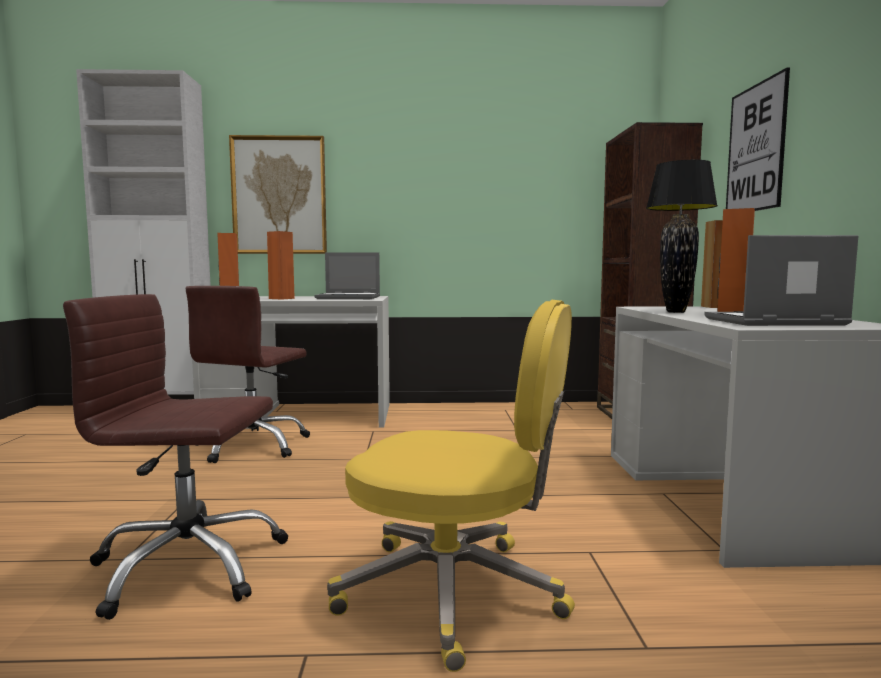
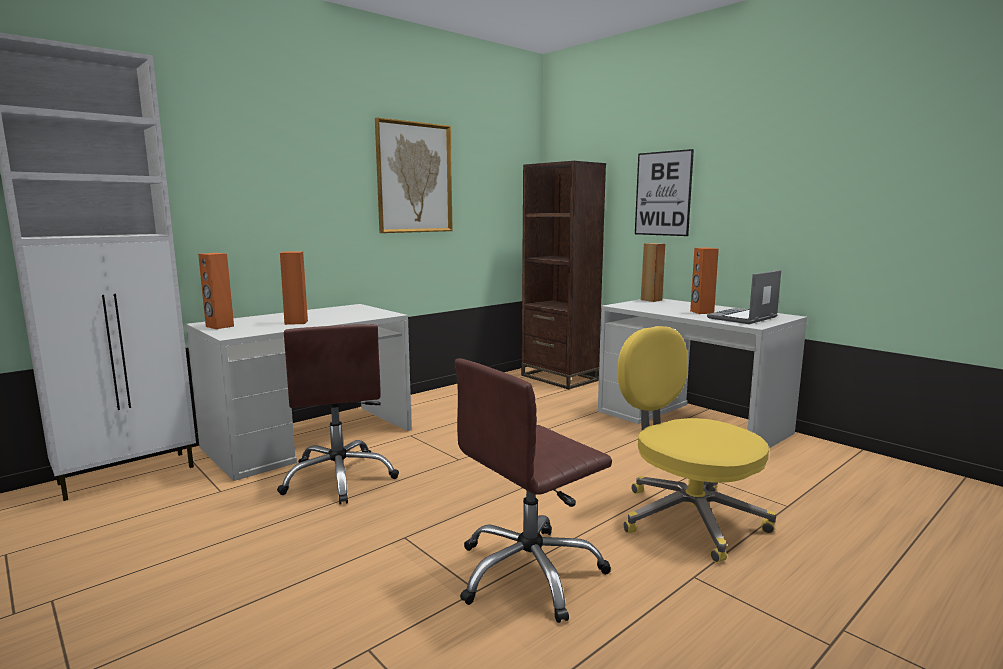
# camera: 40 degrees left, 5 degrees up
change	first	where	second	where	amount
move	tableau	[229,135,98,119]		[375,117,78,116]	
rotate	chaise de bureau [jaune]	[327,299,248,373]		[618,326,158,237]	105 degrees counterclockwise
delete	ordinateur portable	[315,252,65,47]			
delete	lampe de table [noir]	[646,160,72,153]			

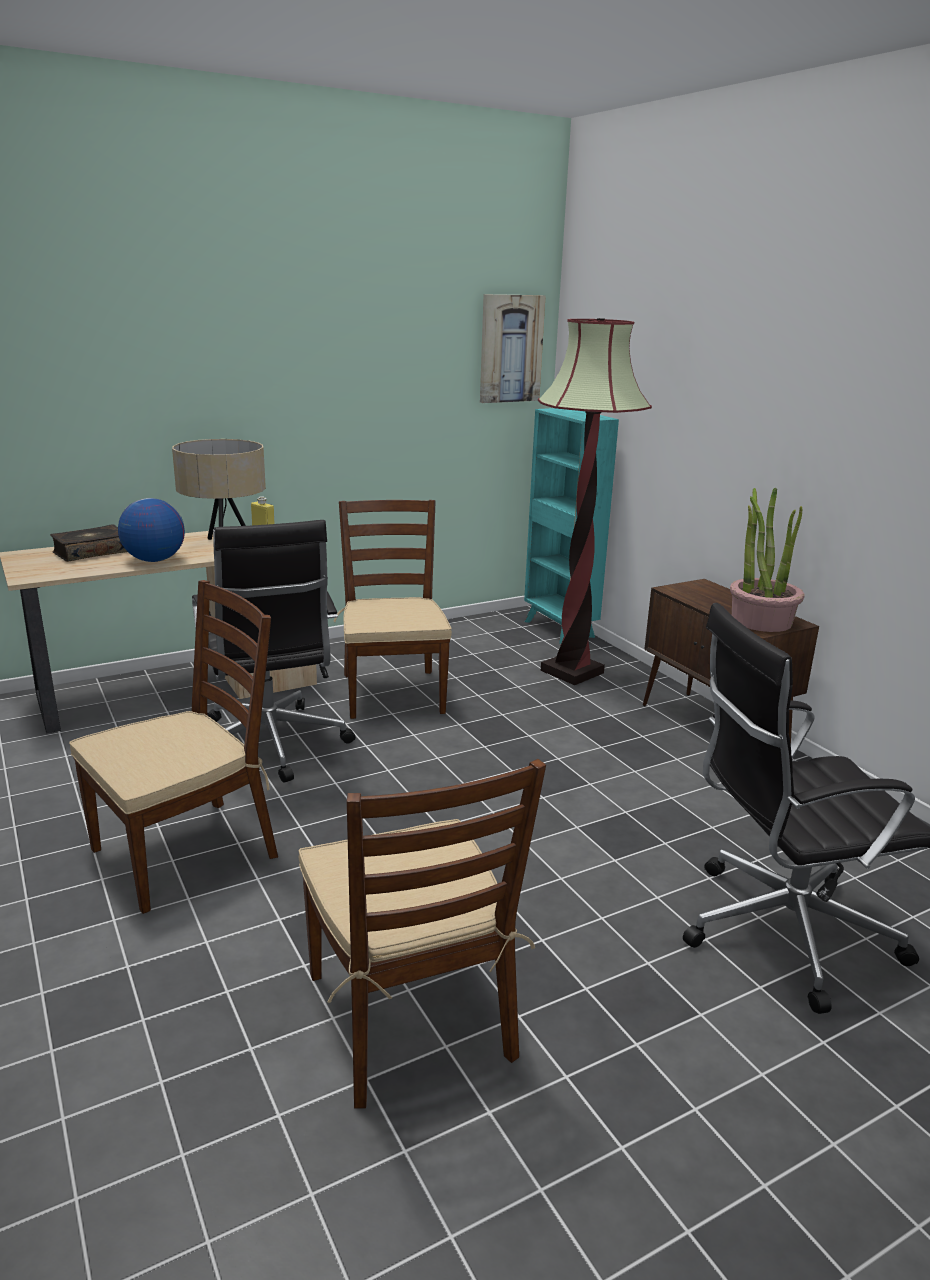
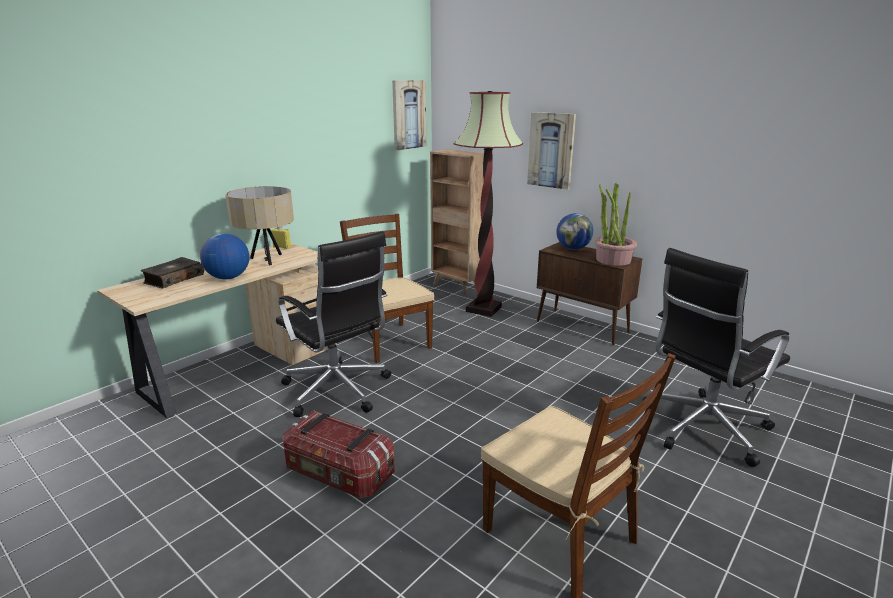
# camera: 20 degrees left, 0 degrees up
change	first	where	second	where	amount
replace	chaise [marron]	[69,580,209,334]	boîte de rangement	[283,410,112,88]	
recolor	bibliothèque [turquoise]	[524,408,95,236]	bibliothèque [marron]	[430,149,54,145]	
insert			tableau	[527,112,49,78]	
insert			globe	[556,213,37,37]	

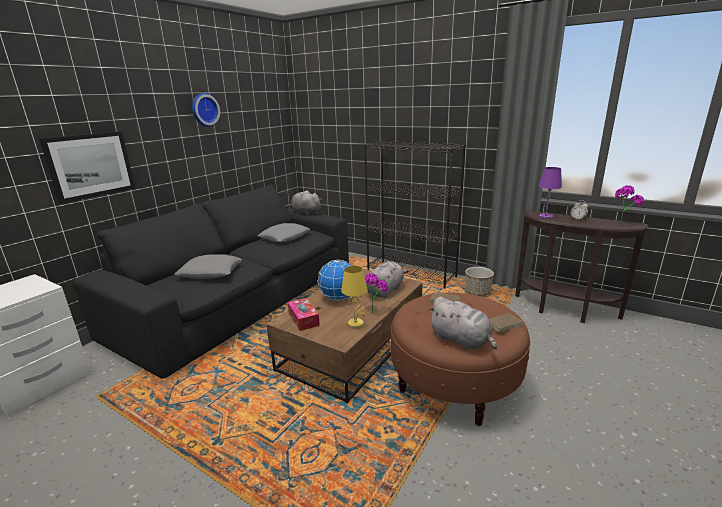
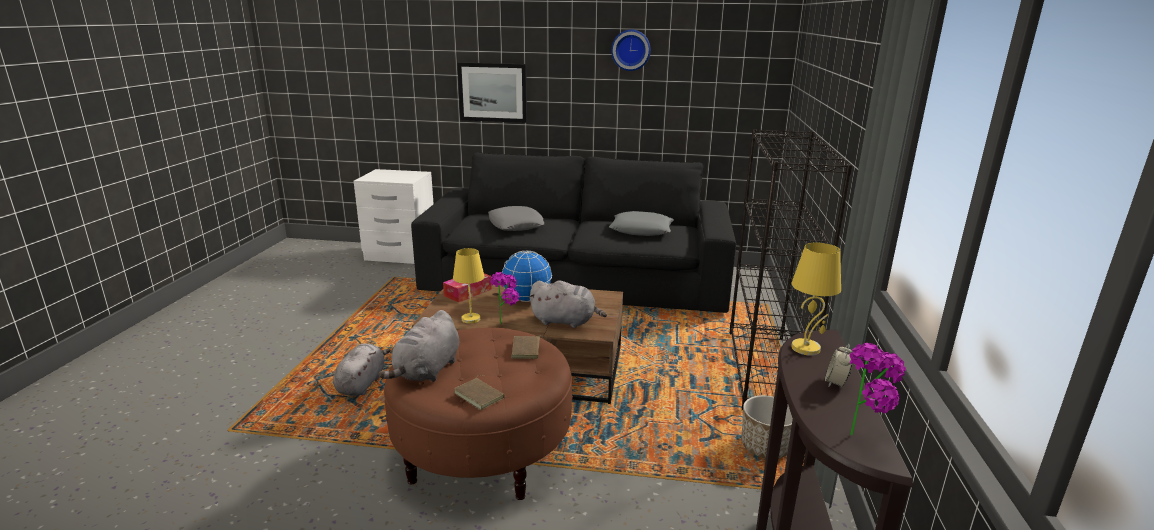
# camera: 65 degrees right, 0 degrees up
change	first	where	second	where	amount
move	peluche [gris]	[291,190,31,25]		[333,343,58,53]	
recolor	lampe de table [violet]	[539,167,23,52]	lampe de table [jaune]	[791,243,50,113]	

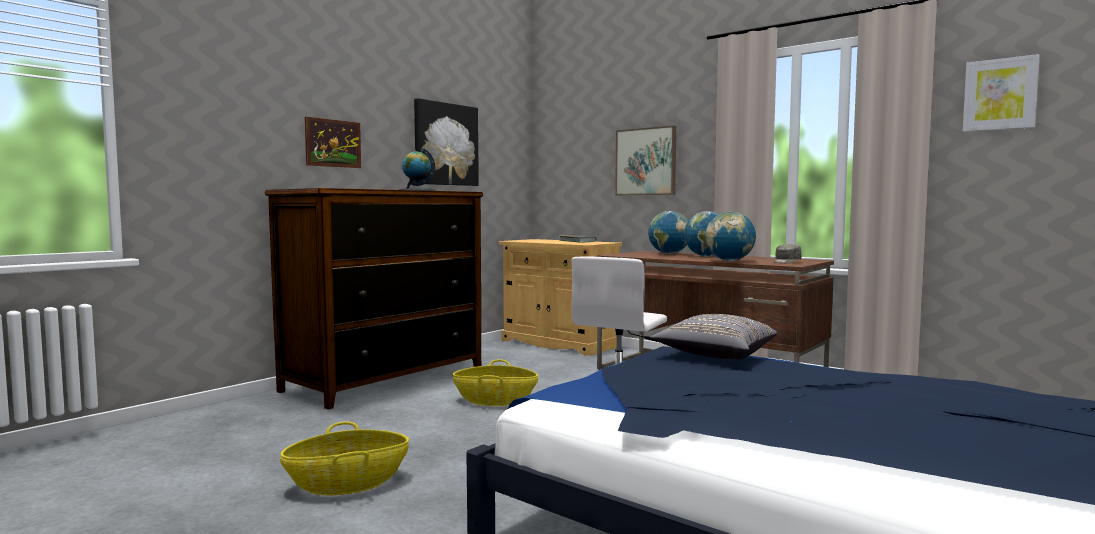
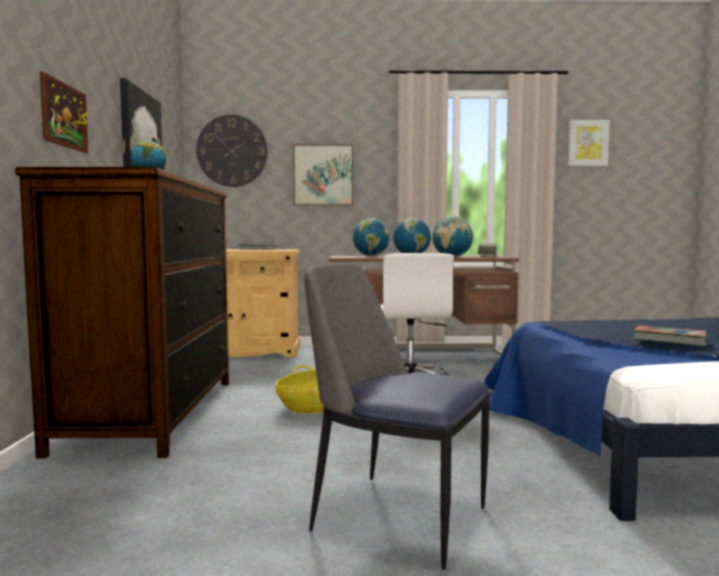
# camera: 40 degrees left, 0 degrees up
change	first	where	second	where	amount
insert			horloge murale	[196,115,72,72]	
replace	panier	[280,421,129,74]	chaise	[304,262,186,308]	
insert			livre	[634,325,72,22]	
delete	coussin [gris]	[650,314,127,46]			

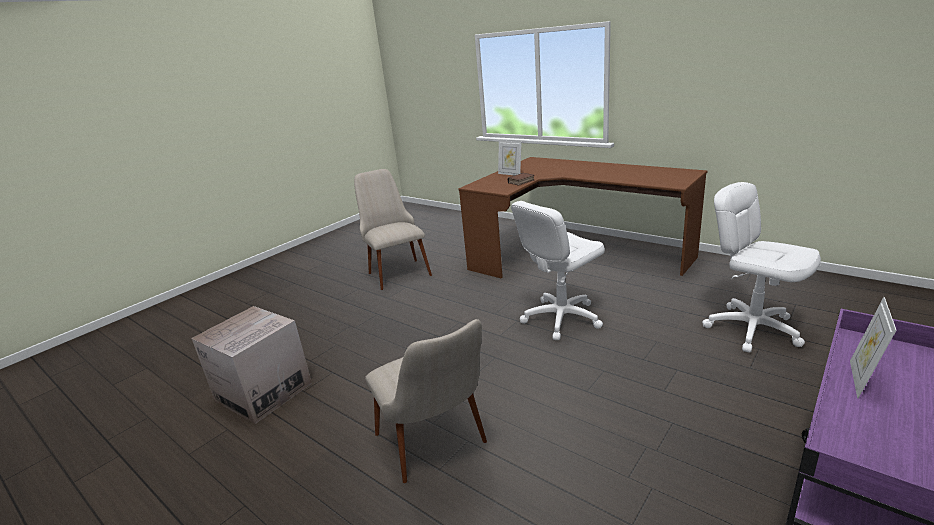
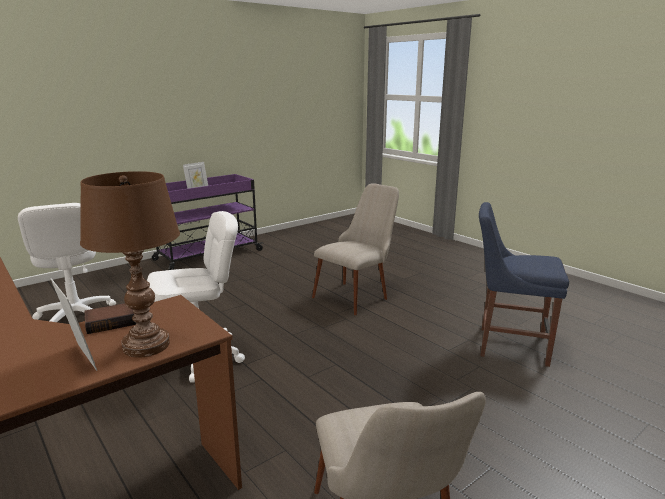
# camera: 170 degrees left, 5 degrees down
change	first	where	second	where	amount
insert			lampe de table [marron]	[80,171,100,187]	
rotate	chaise [beige]	[365,319,122,164]		[312,184,87,131]	60 degrees clockwise
replace	carton	[191,306,121,118]	chaise [bleu]	[479,202,90,165]	

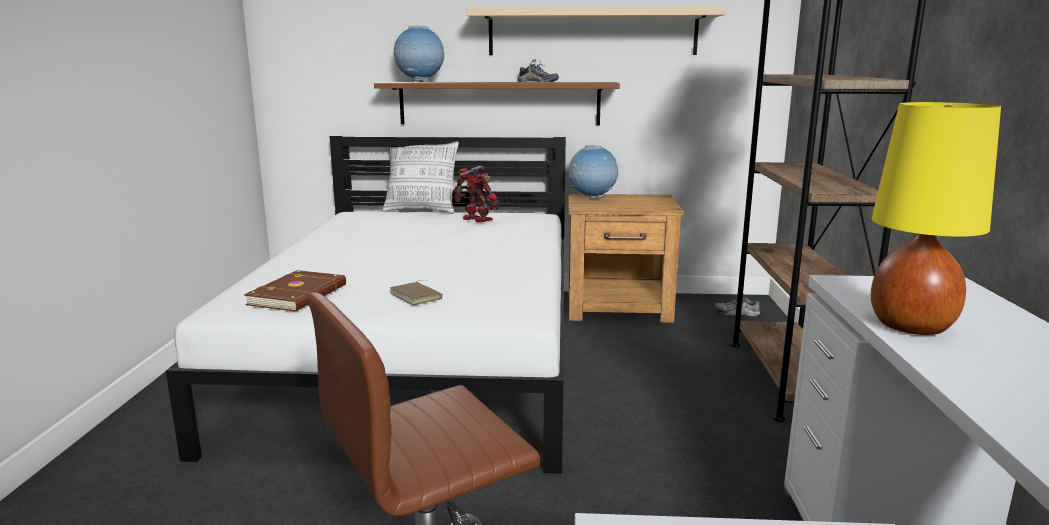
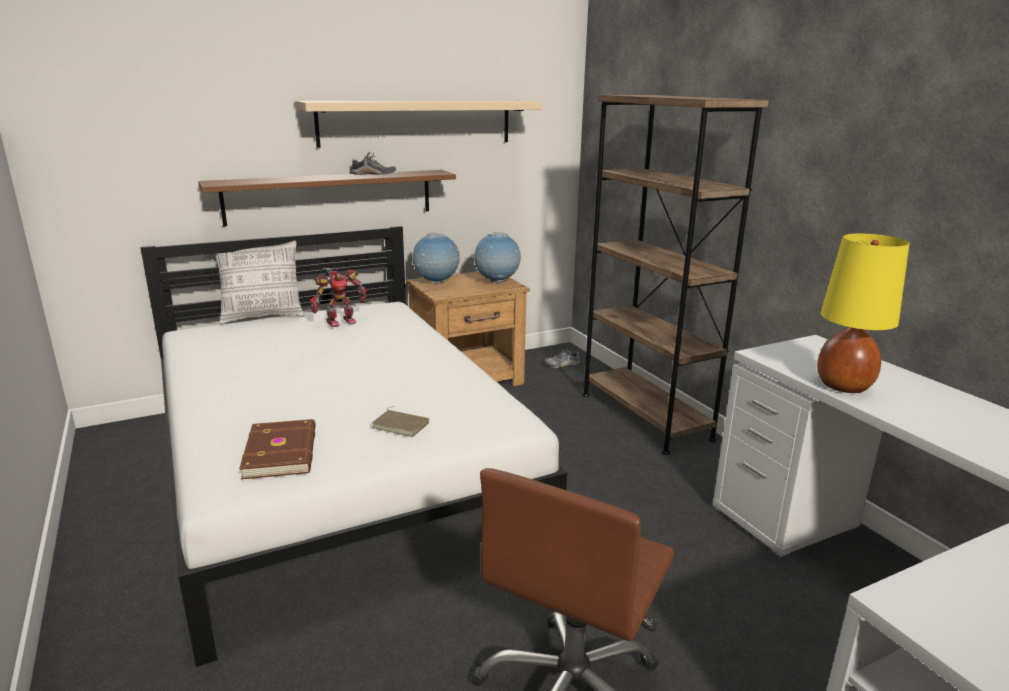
# camera: 30 degrees left, 5 degrees up
change	first	where	second	where	amount
rotate	robot jouet	[453,166,47,57]		[309,268,58,59]	135 degrees clockwise
move	globe	[394,26,50,56]		[473,232,48,51]	

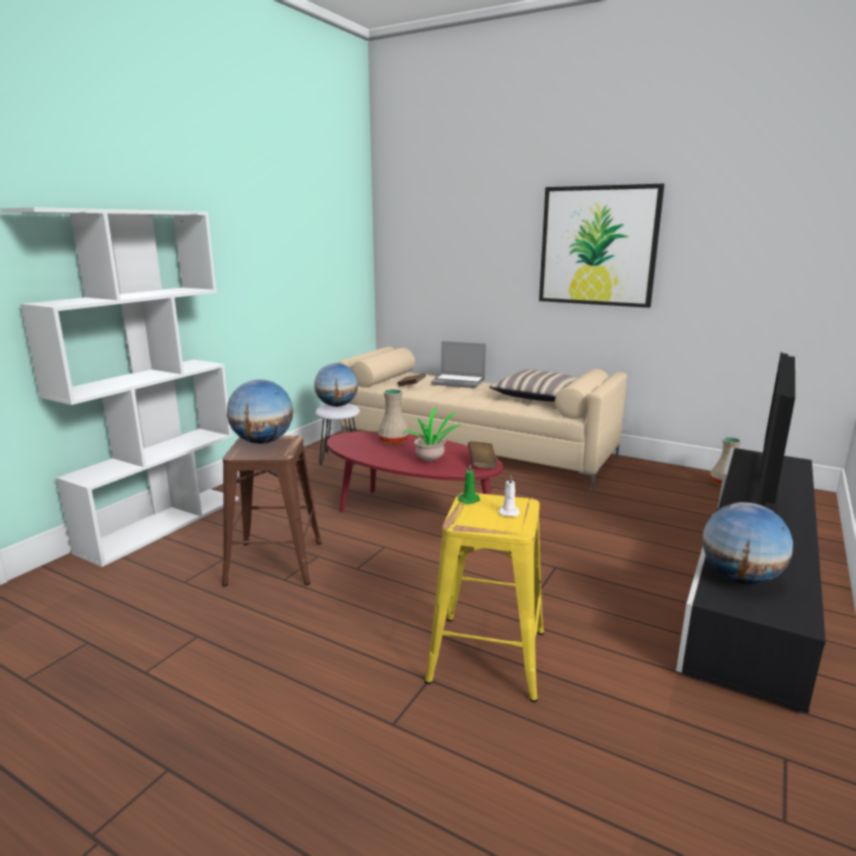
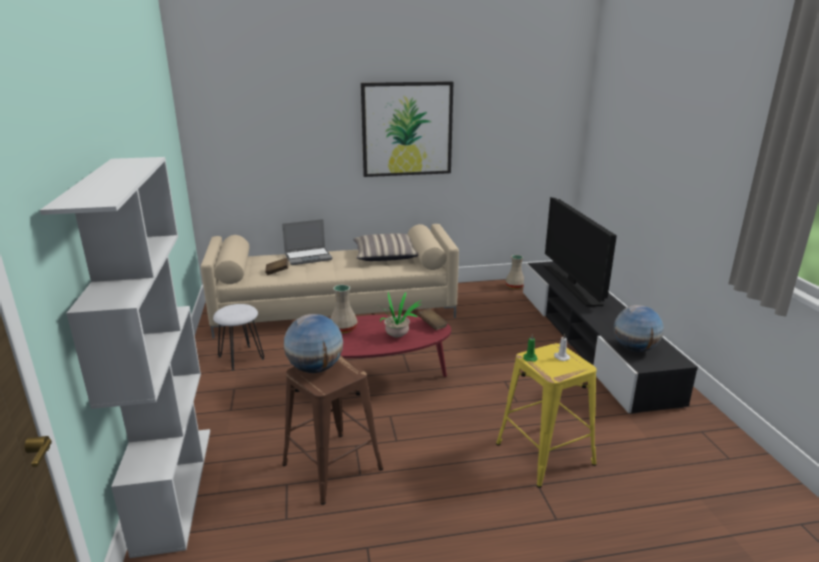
# camera: 40 degrees left, 5 degrees up
change	first	where	second	where	amount
delete	globe	[314,363,44,44]			

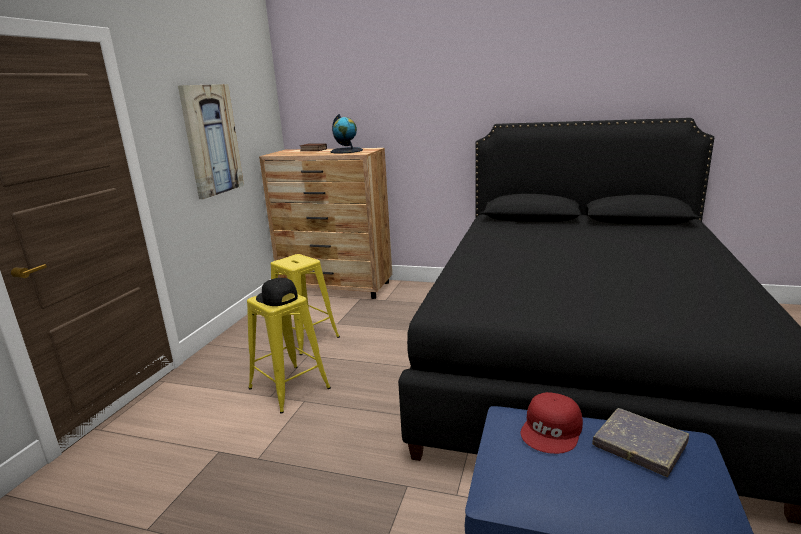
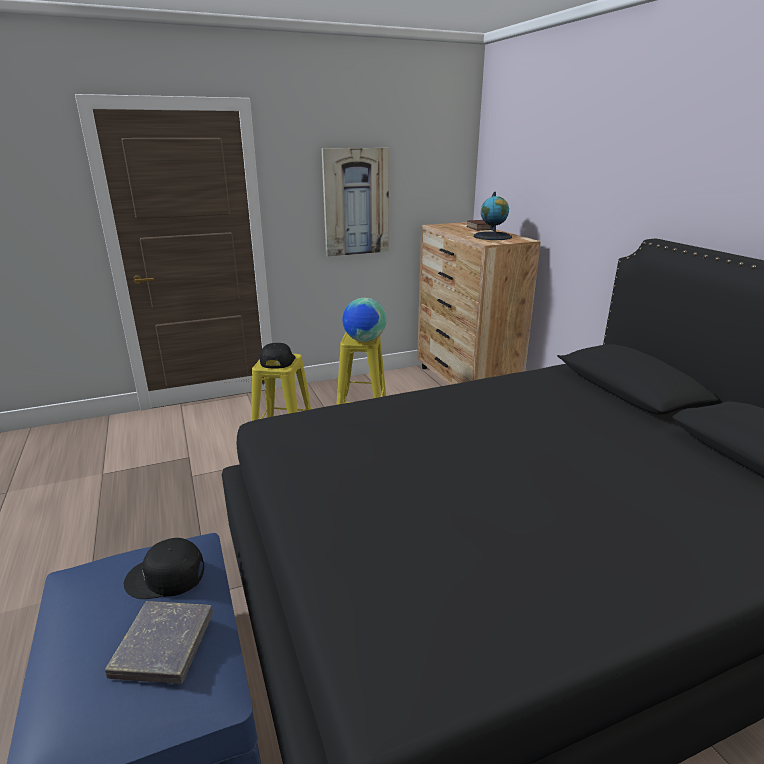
# camera: 50 degrees right, 5 degrees up
change	first	where	second	where	amount
recolor	casquette [rouge]	[520,392,63,62]	casquette [noir]	[124,538,80,61]	
insert			globe	[342,298,45,44]	

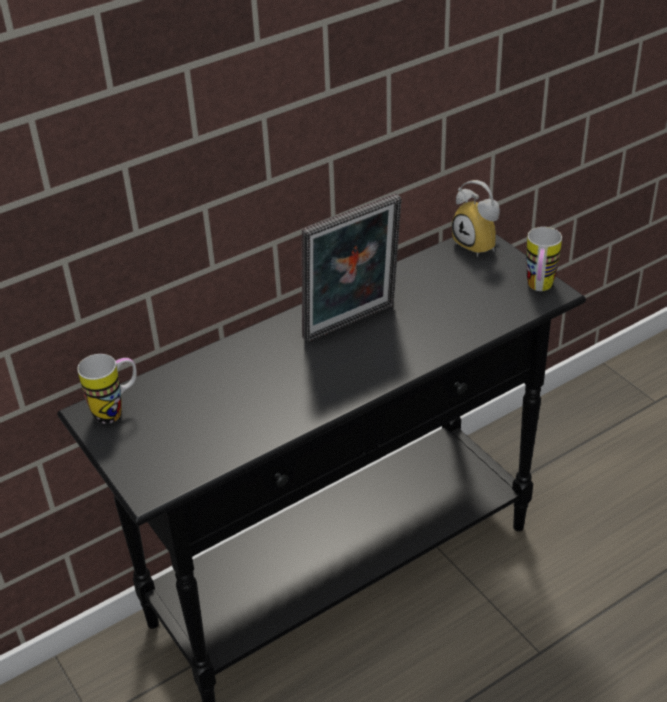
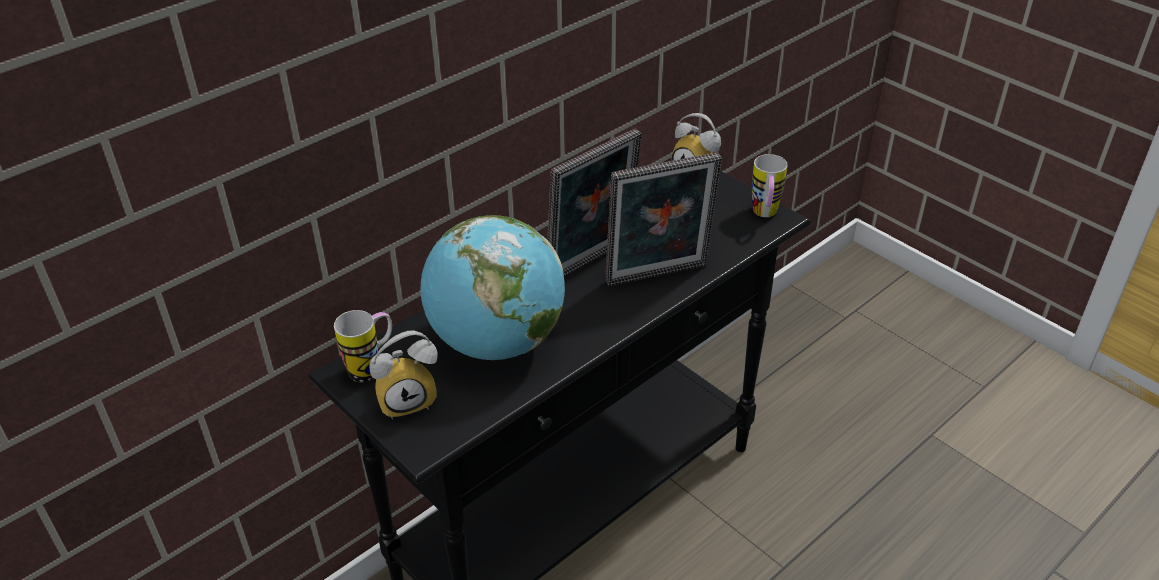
# camera: 10 degrees left, 0 degrees up
change	first	where	second	where	amount
insert			réveil	[369,331,69,89]	
insert			globe	[421,215,144,145]	
insert			cadre photo	[605,152,117,134]	

